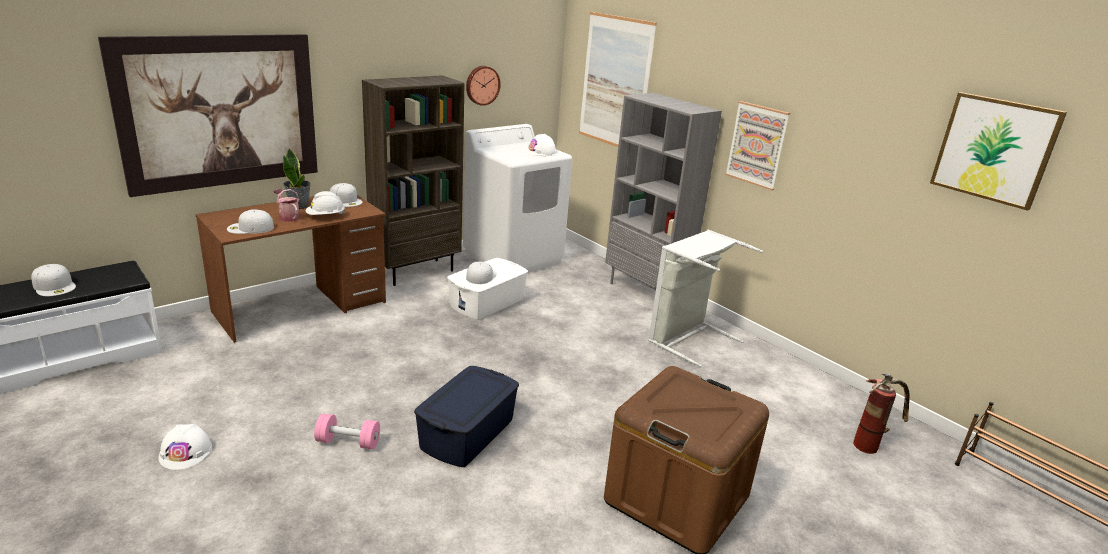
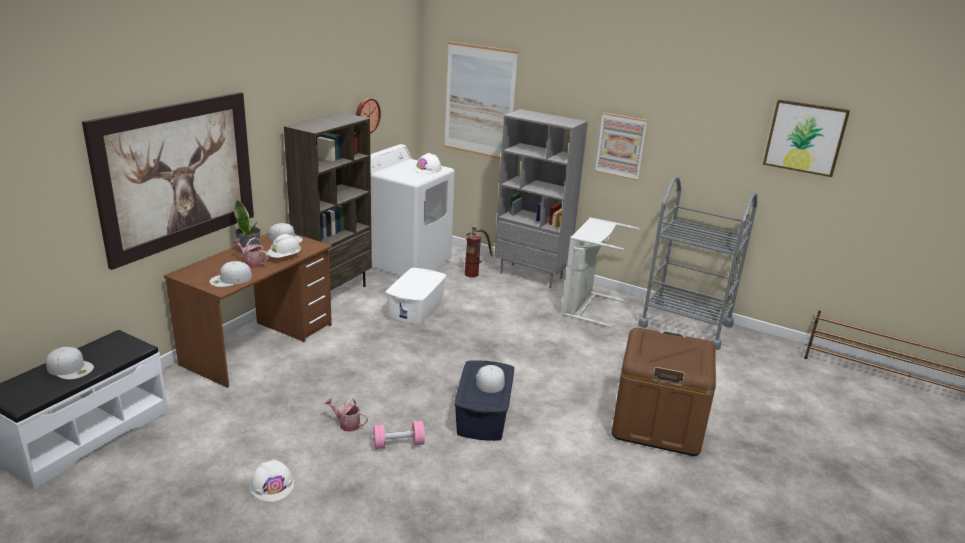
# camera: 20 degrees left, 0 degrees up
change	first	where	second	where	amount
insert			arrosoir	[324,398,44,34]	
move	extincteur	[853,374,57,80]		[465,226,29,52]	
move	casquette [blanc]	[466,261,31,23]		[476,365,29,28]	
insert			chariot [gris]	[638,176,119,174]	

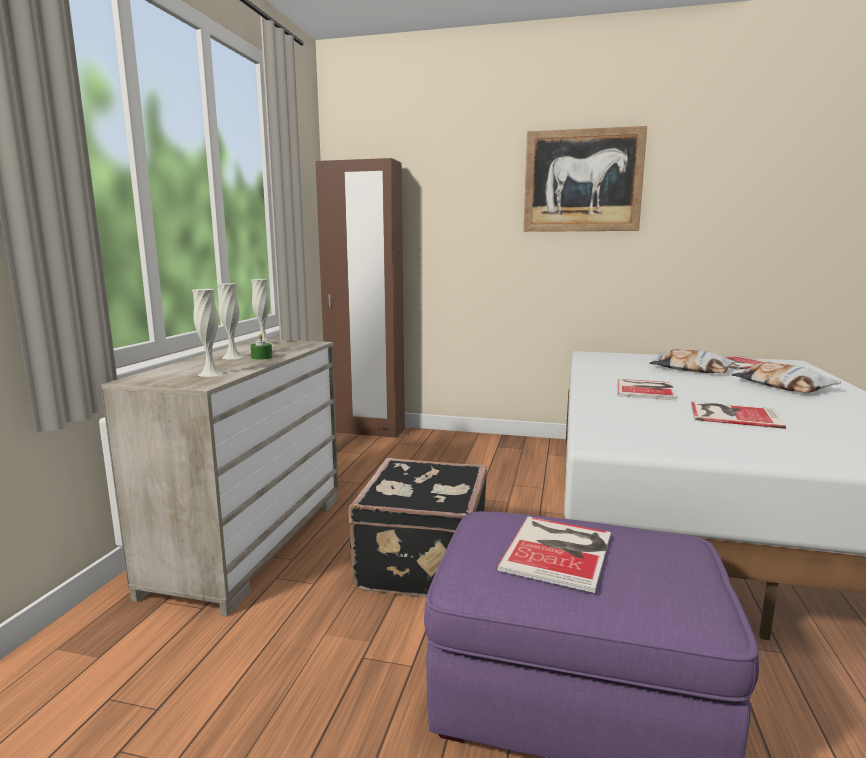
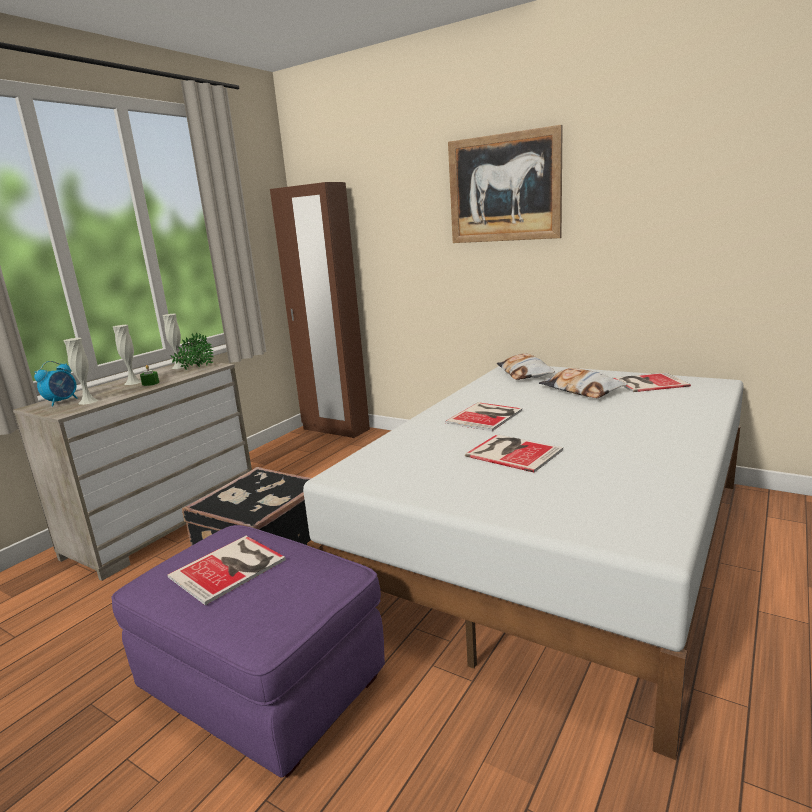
# camera: 20 degrees right, 5 degrees up
change	first	where	second	where	amount
insert			réveil	[34,361,43,45]	
insert			plante en pot	[170,333,44,37]	
move	coussin	[731,362,110,31]		[497,353,58,27]	

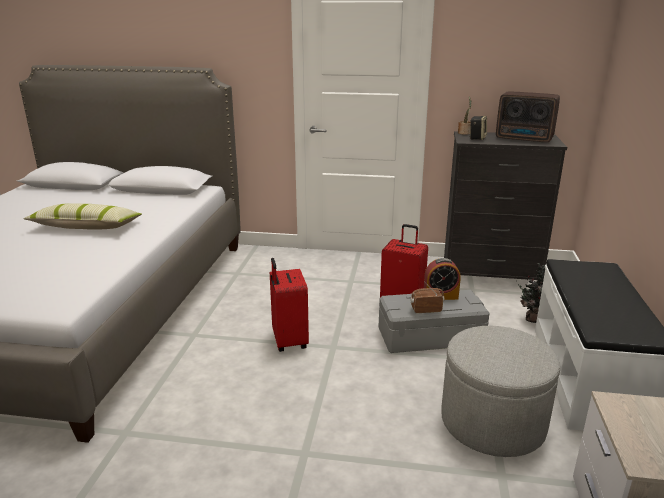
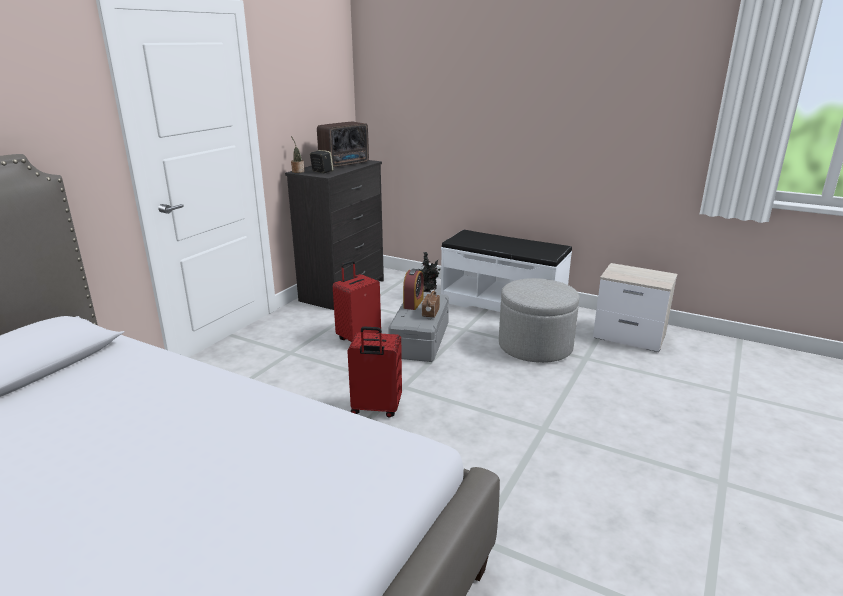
# camera: 70 degrees left, 0 degrees up
change	first	where	second	where	amount
delete	coussin	[23,203,119,27]			

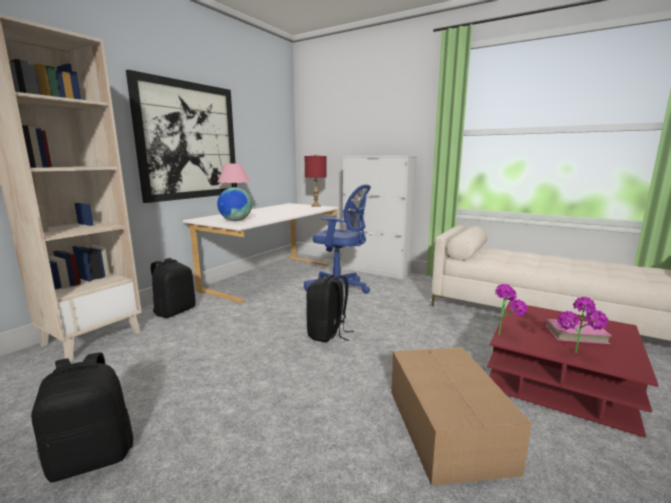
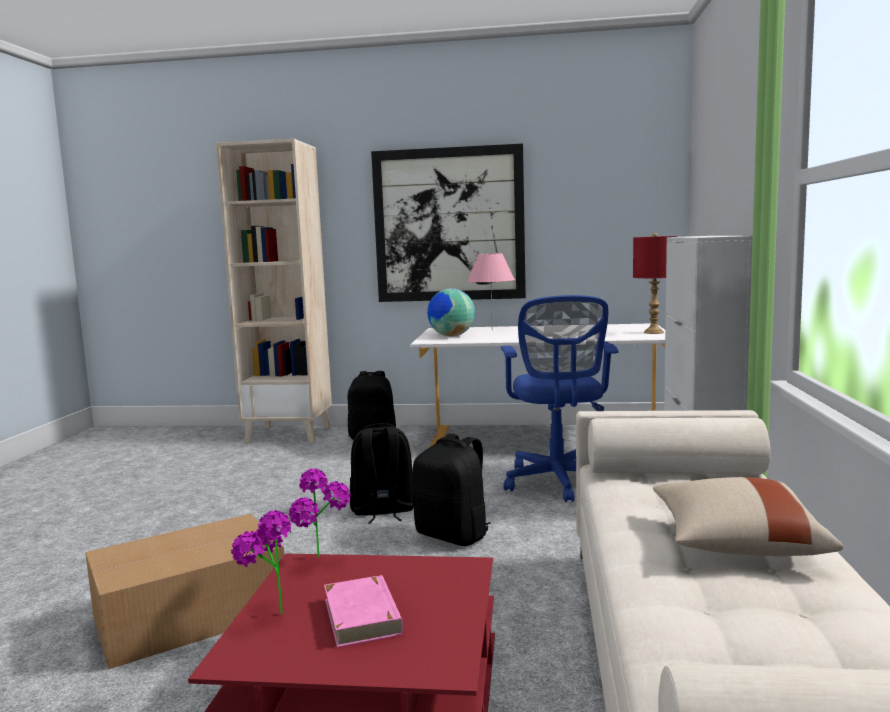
# camera: 65 degrees right, 5 degrees down
change	first	where	second	where	amount
move	sac à dos [noir]	[31,352,102,131]		[413,433,78,113]	
insert			coussin [beige]	[653,477,190,79]	

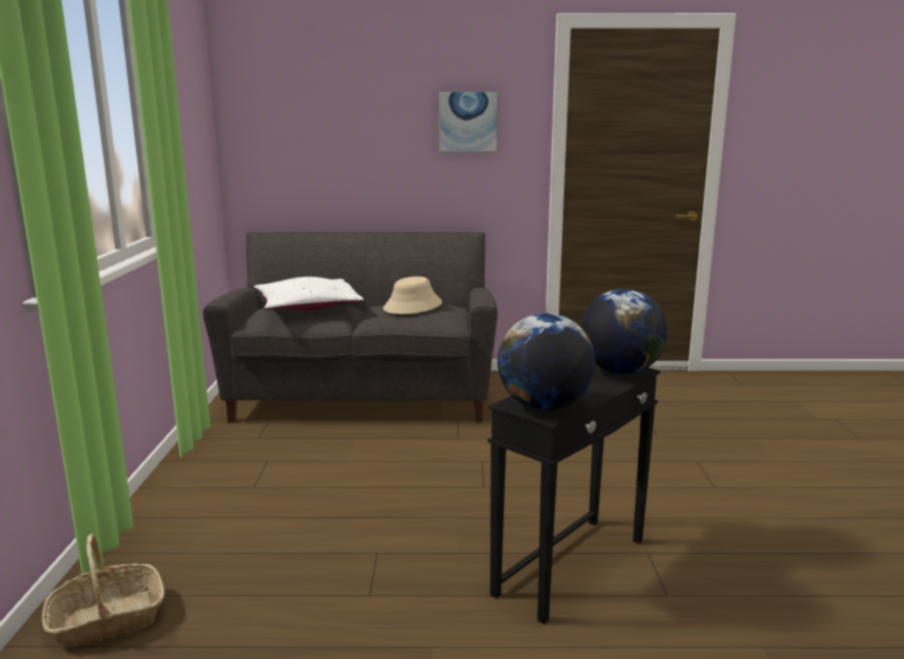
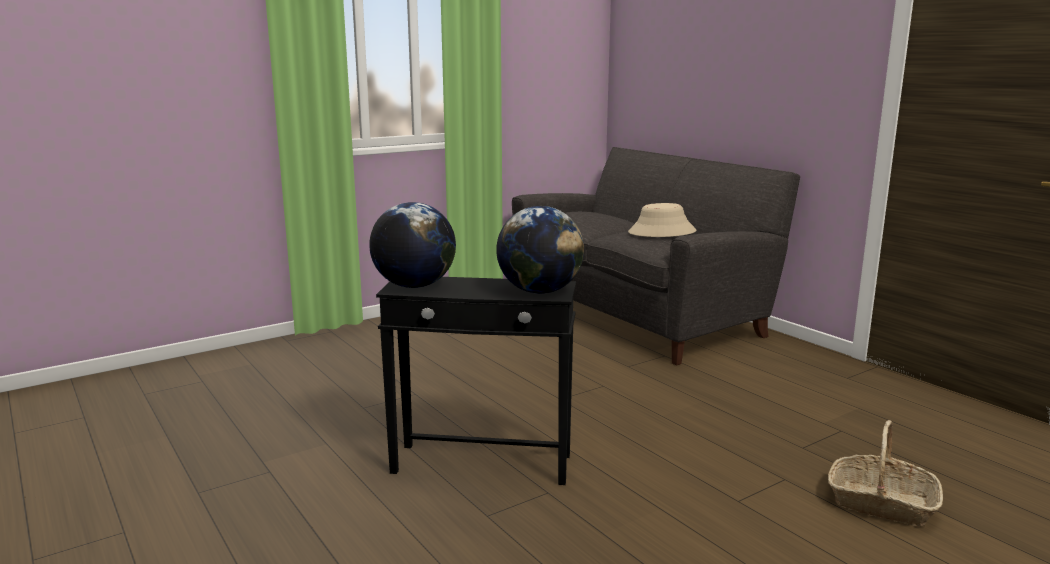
# camera: 55 degrees right, 0 degrees up
change	first	where	second	where	amount
move	panier	[42,534,123,114]		[828,420,115,107]	
delete	coussin [blanc]	[254,277,110,33]			
delete	tableau	[438,90,61,63]			

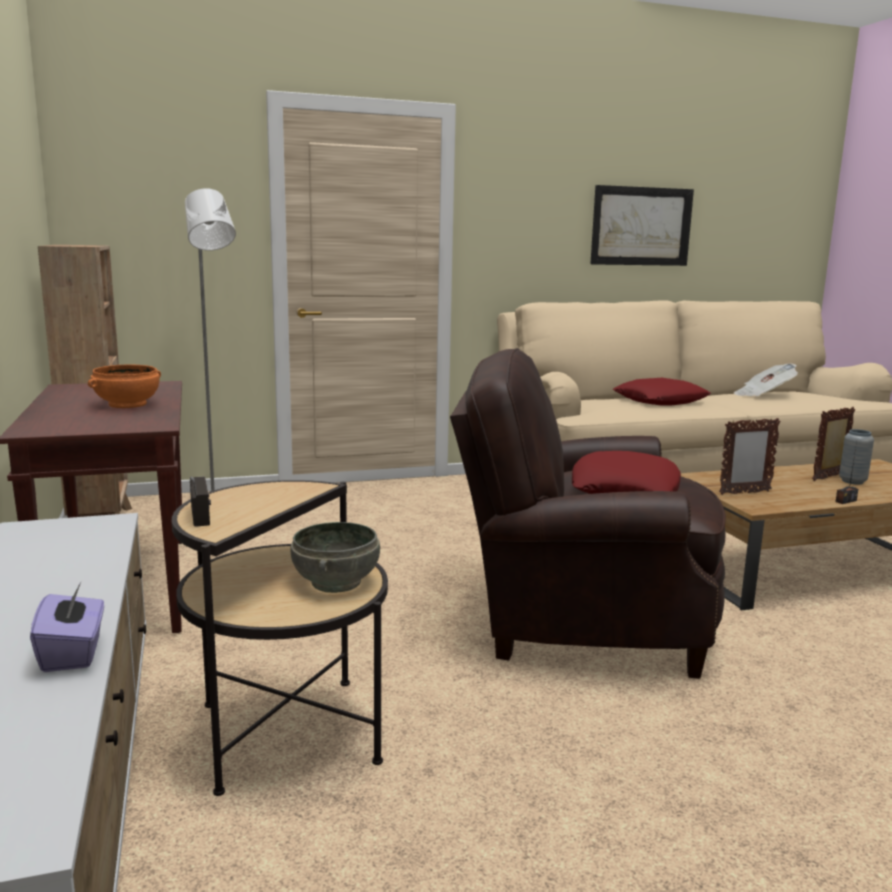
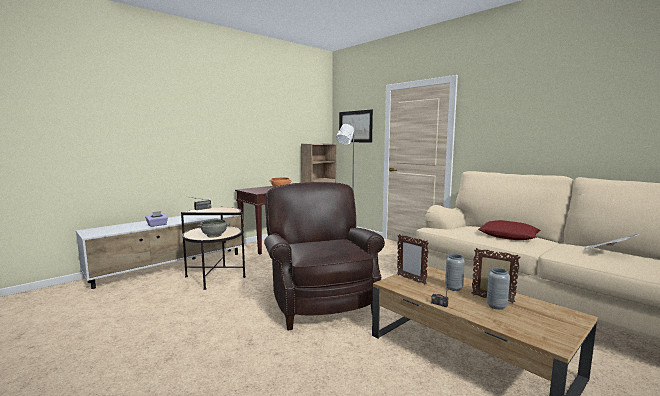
# camera: 65 degrees right, 5 degrees down
change	first	where	second	where	amount
move	tableau	[590,185,104,81]		[339,109,34,33]	
insert			vase [gris]	[445,254,20,37]	
delete	coussin [rouge]	[572,451,109,43]			

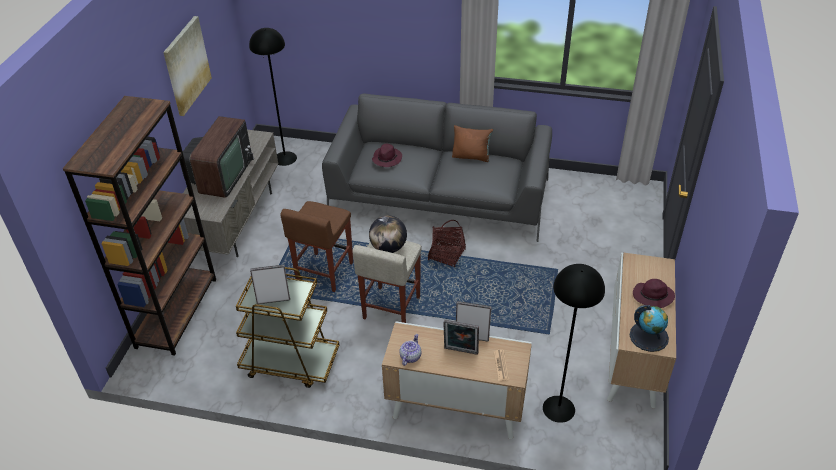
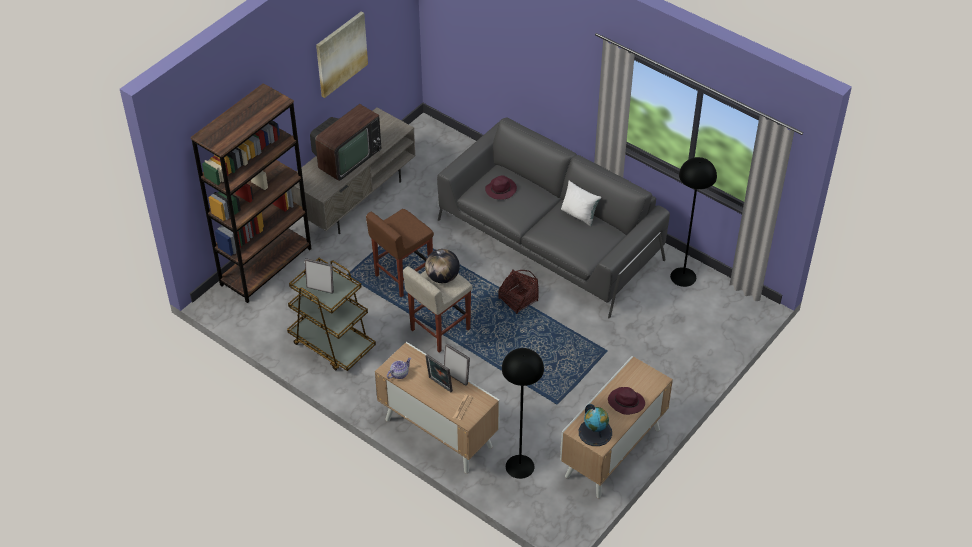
# camera: 25 degrees right, 5 degrees up
change	first	where	second	where	amount
recolor	coussin [marron]	[452,125,41,37]	coussin [blanc]	[561,181,40,45]	
move	lampadaire [noir]	[249,28,48,138]		[670,157,47,130]	

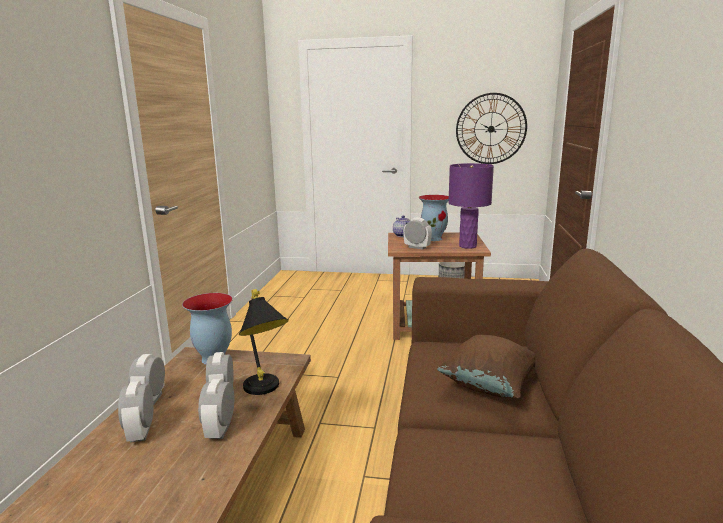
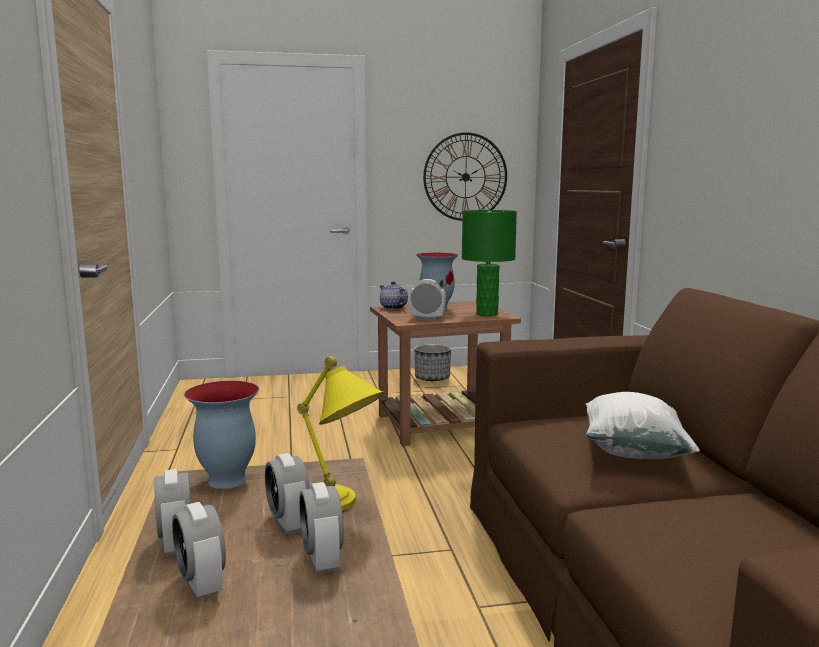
# camera: 20 degrees left, 5 degrees down
change	first	where	second	where	amount
recolor	lampe de table [noir]	[239,289,50,106]	lampe de table [jaune]	[297,356,88,155]	
recolor	lampe de table [violet]	[448,163,46,86]	lampe de table [vert]	[462,210,55,106]	
recolor	coussin [marron]	[437,335,98,64]	coussin [blanc]	[585,392,115,67]	

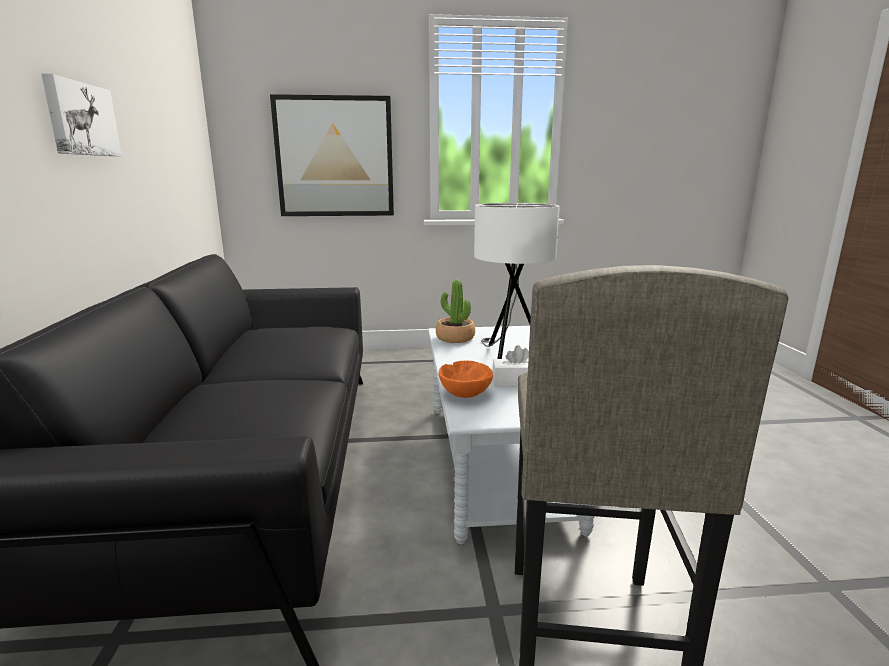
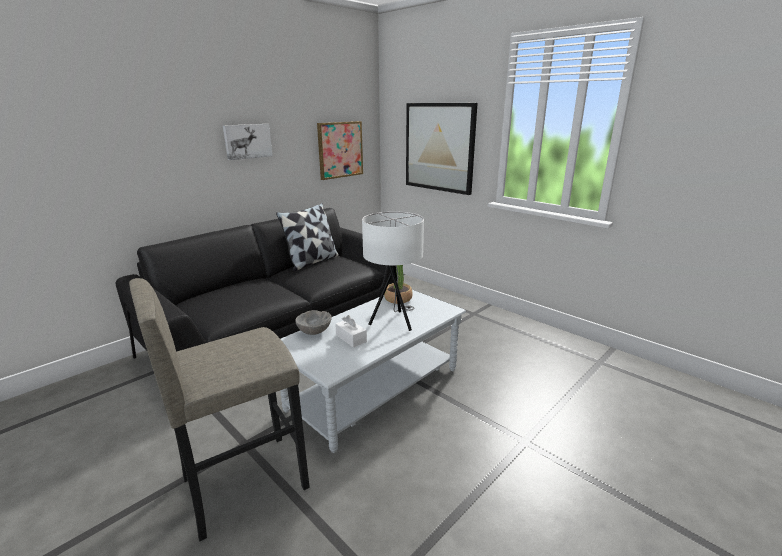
# camera: 50 degrees right, 5 degrees up
change	first	where	second	where	amount
insert			coussin	[276,203,63,69]	
recolor	bol [orange]	[439,360,54,38]	bol [gris]	[295,310,37,25]	
insert			tableau	[317,121,46,59]	

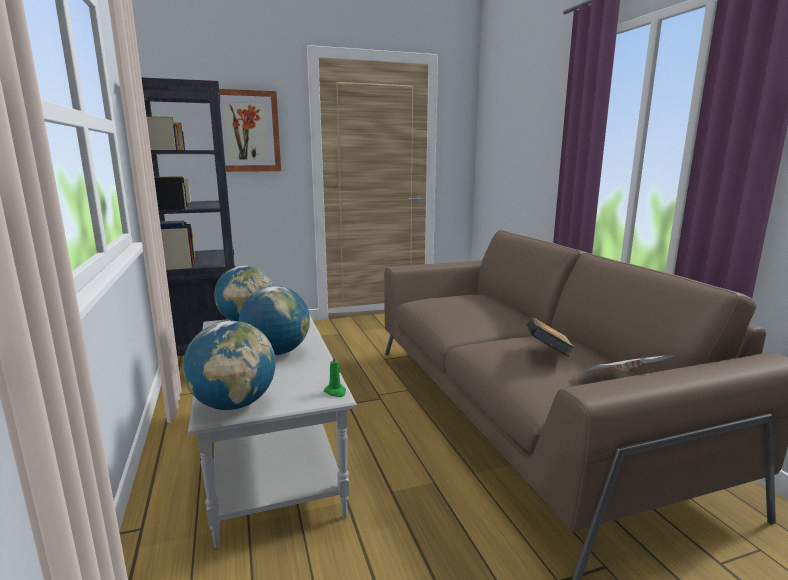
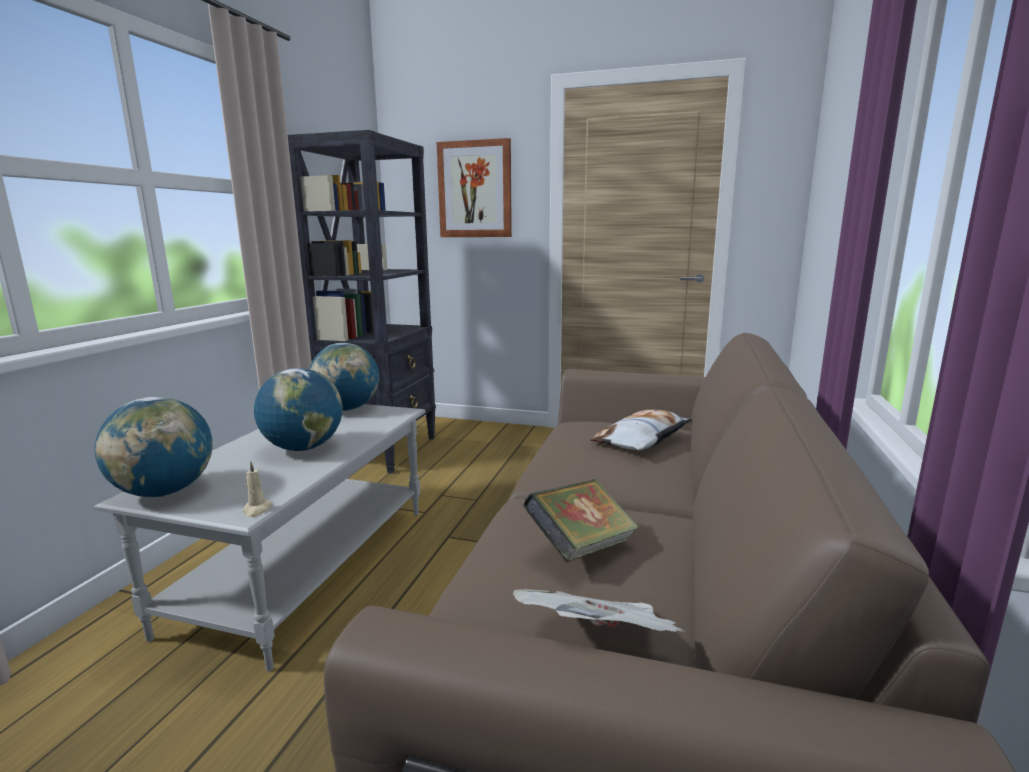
# camera: 35 degrees right, 0 degrees up
change	first	where	second	where	amount
recolor	bougie [vert]	[324,355,22,42]	bougie [beige]	[243,461,30,56]	
insert			coussin	[589,410,103,40]	

